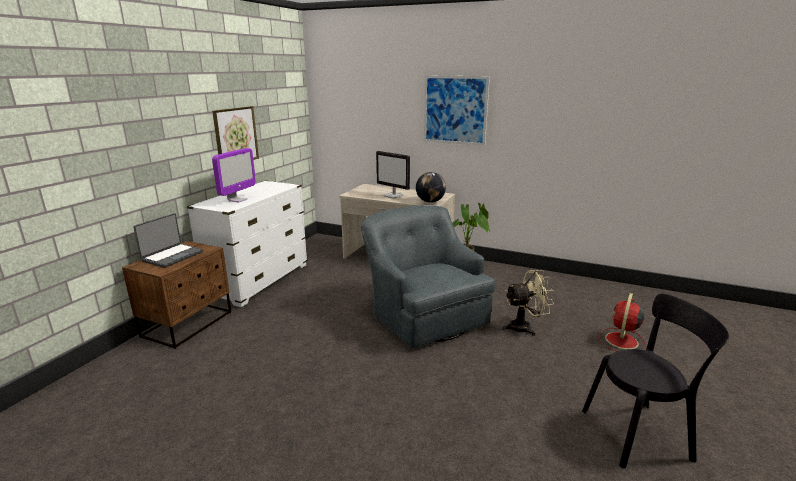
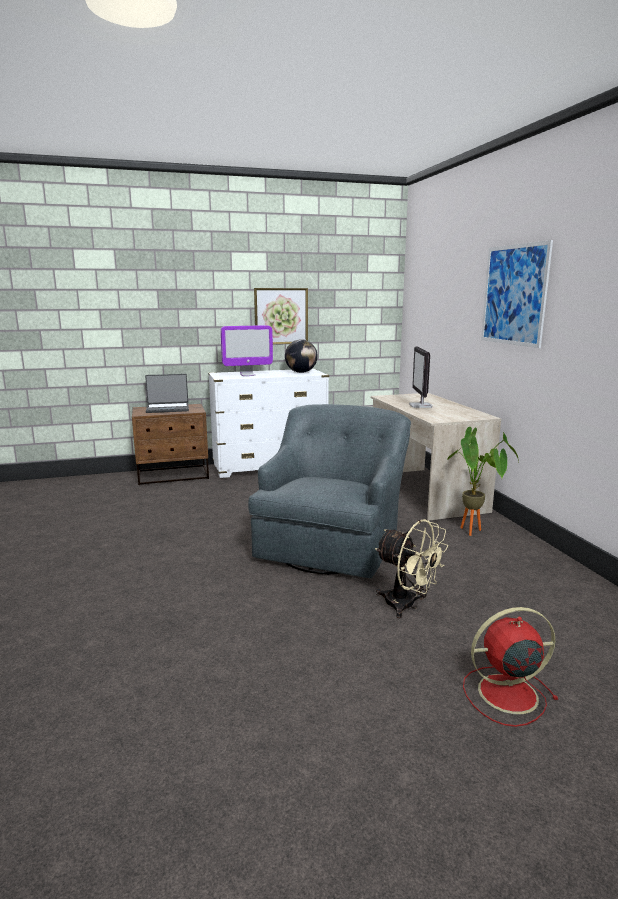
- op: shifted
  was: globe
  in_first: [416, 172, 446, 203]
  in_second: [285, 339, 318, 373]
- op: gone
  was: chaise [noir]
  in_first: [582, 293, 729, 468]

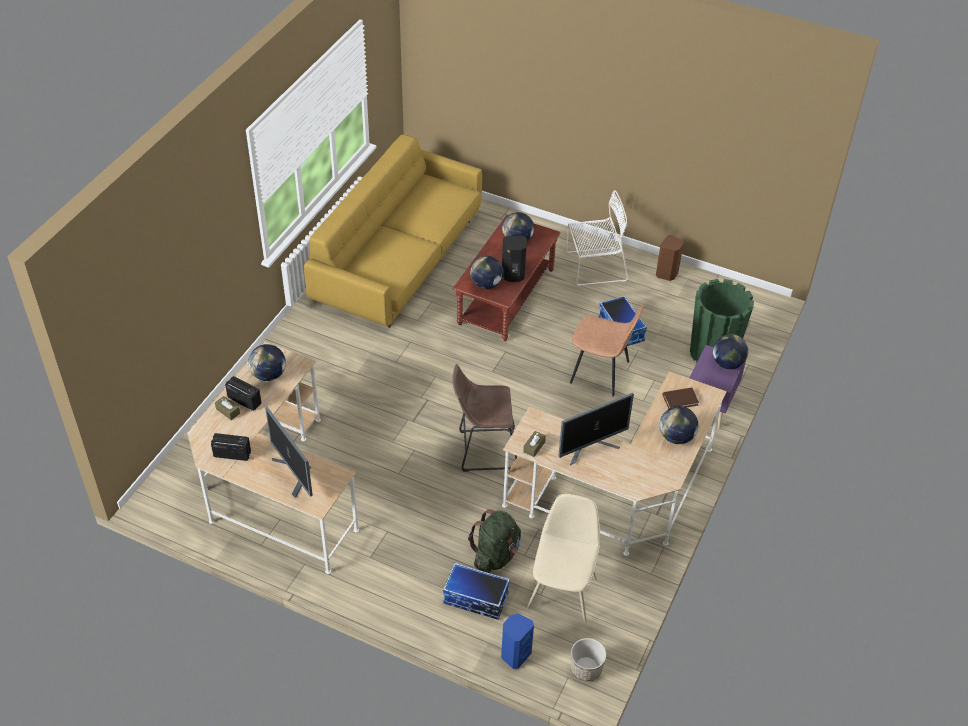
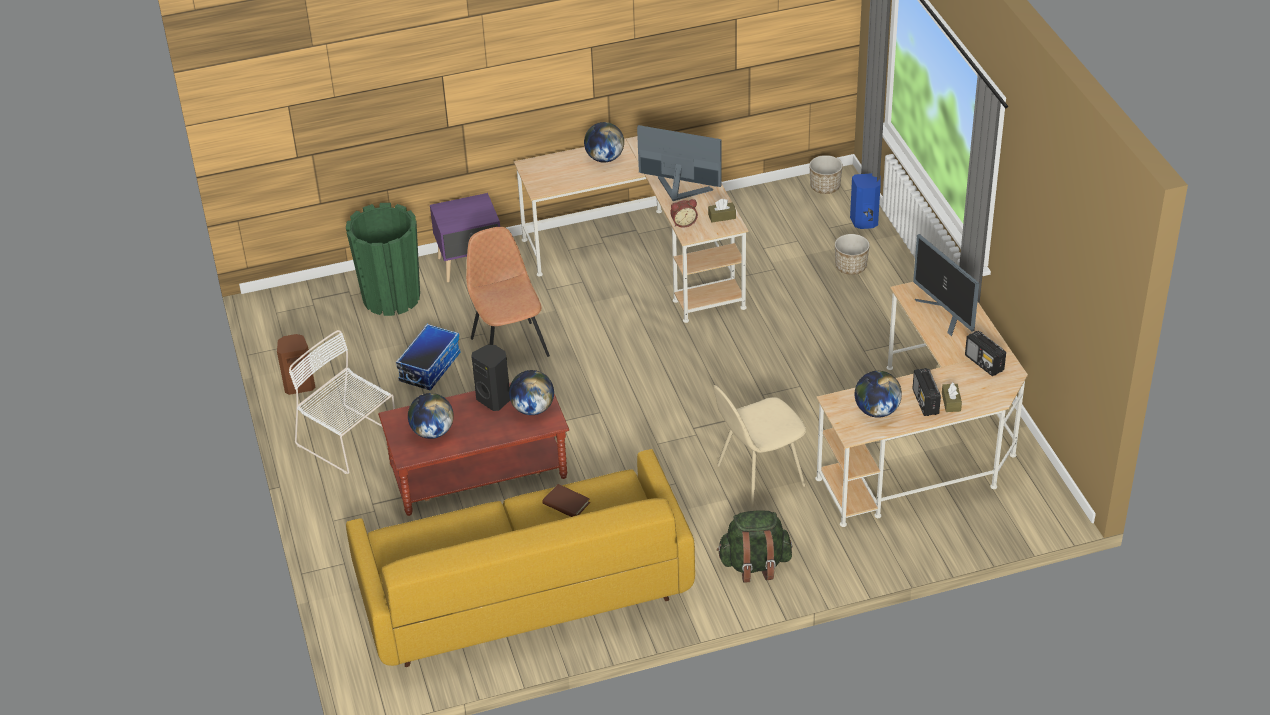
- op: shifted
  was: livre [marron]
  in_first: [663, 387, 699, 409]
  in_second: [542, 484, 590, 517]
- op: new
  now: réveil
  in_second: [670, 199, 698, 228]
- op: shifted
  was: chaise [beige]
  in_first: [527, 494, 600, 623]
  in_second: [713, 385, 806, 508]
- op: shifted
  was: sac à dos [vert]
  in_first: [468, 509, 521, 573]
  in_second: [717, 510, 792, 583]
- op: swapped
  was: boîte de rangement
  now: cache-pot
  in_first: [443, 563, 510, 620]
  in_second: [835, 234, 870, 275]
- op: rotated
  was: écran d'ordinateur
  in_first: [265, 407, 313, 498]
  in_second: [913, 234, 979, 337]
  clockwise: 135
- op: gone
  was: tabouret [marron]
  in_first: [452, 364, 517, 472]
- op: gone
  was: globe
  in_first: [713, 334, 748, 369]

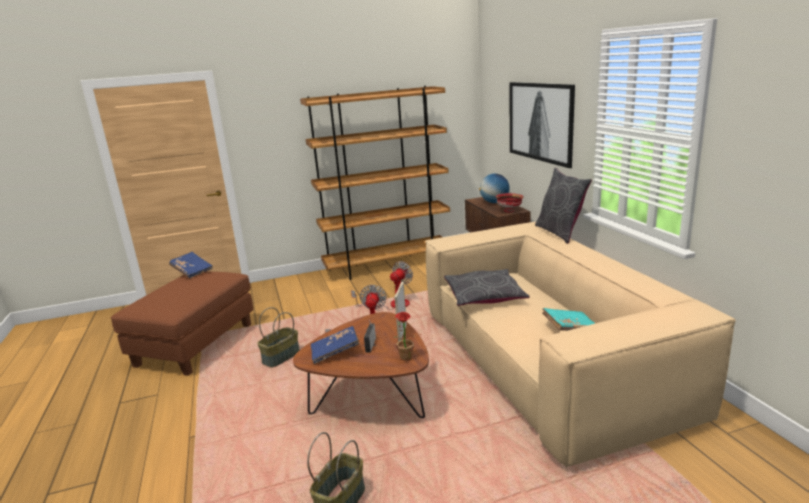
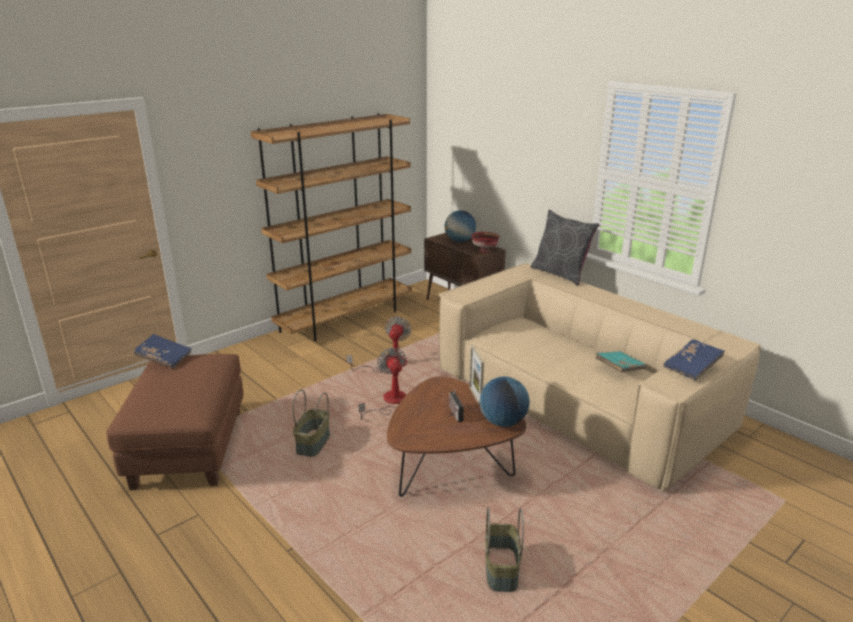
- op: swapped
  was: plante en pot
  now: globe
  in_first: [393, 312, 421, 361]
  in_second: [479, 377, 530, 427]
- op: shifted
  was: livre [bleu]
  in_first: [311, 326, 360, 364]
  in_second: [663, 340, 725, 381]
- op: gone
  was: coussin [gris]
  in_first: [444, 269, 529, 306]
- op: gone
  was: tableau
  in_first: [510, 82, 575, 168]

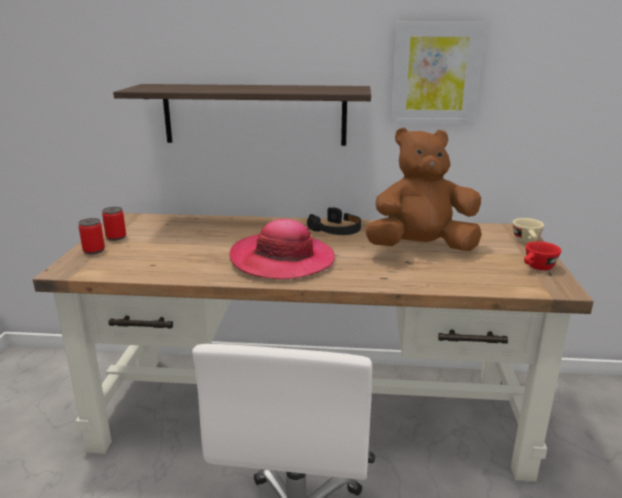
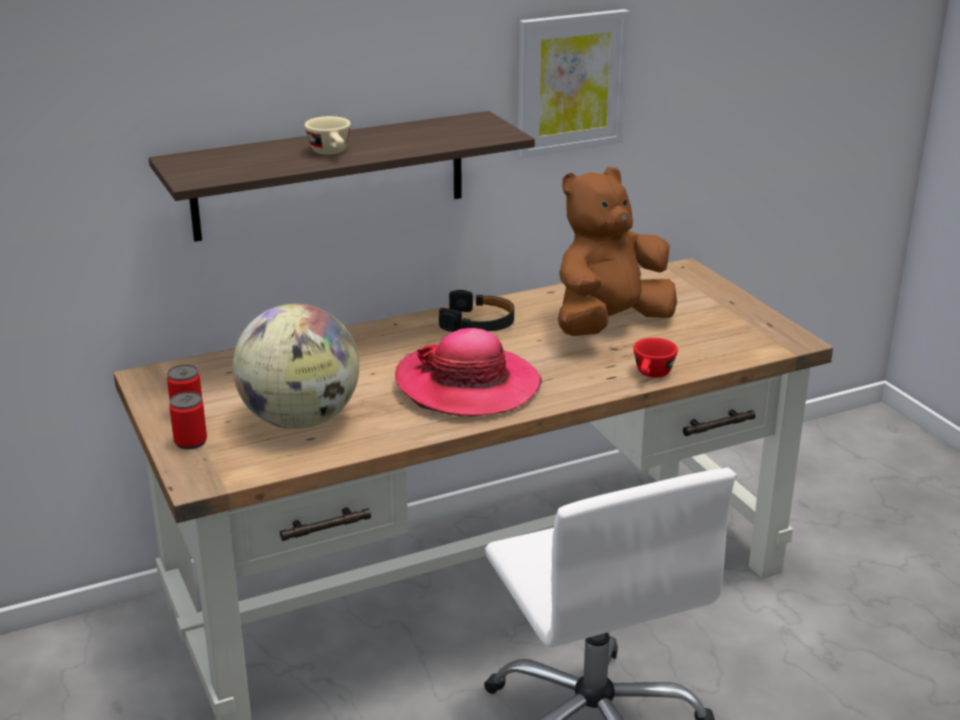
- op: new
  now: globe
  in_second: [232, 304, 359, 429]
- op: shifted
  was: tasse [beige]
  in_first: [513, 218, 544, 243]
  in_second: [305, 116, 351, 155]
- op: shifted
  was: tasse [rouge]
  in_first: [524, 241, 561, 270]
  in_second: [633, 338, 678, 378]

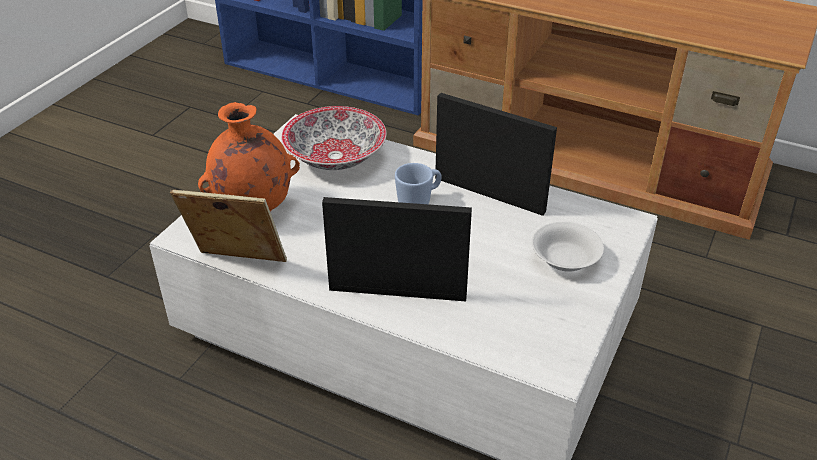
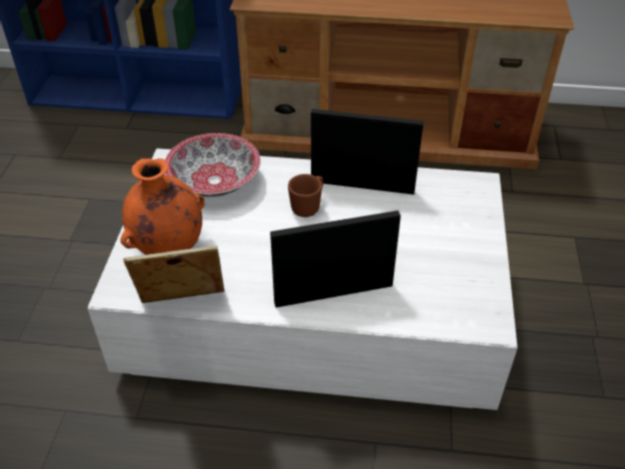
- op: repainted
  was: mug [bleu]
  now: mug [marron]
  in_first: [395, 163, 442, 204]
  in_second: [288, 174, 324, 217]
- op: gone
  was: bol [blanc]
  in_first: [532, 222, 604, 272]

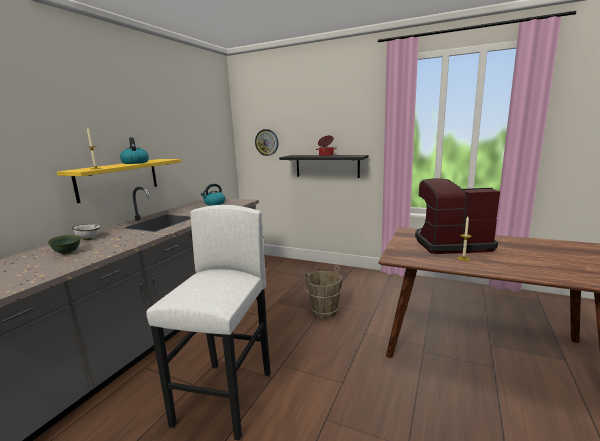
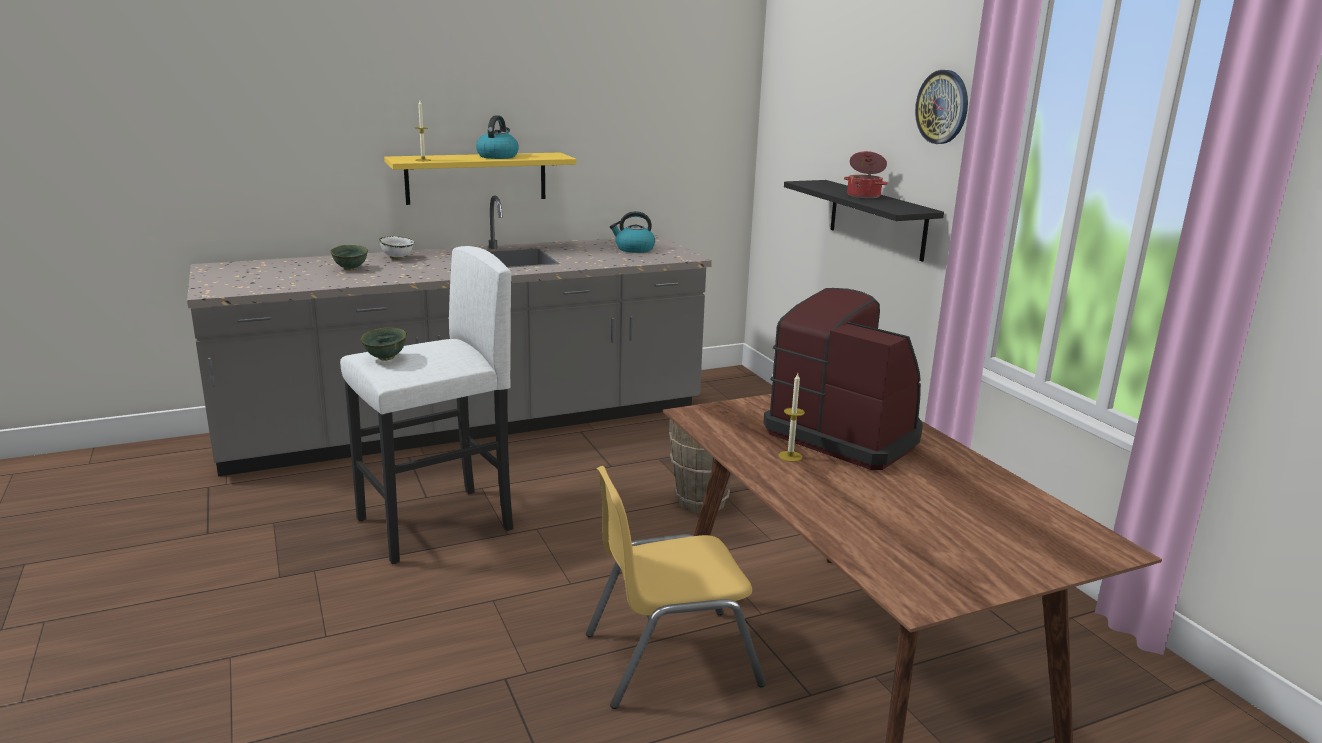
- op: new
  now: bol [vert]
  in_second: [361, 327, 407, 361]
- op: new
  now: chaise [jaune]
  in_second: [586, 466, 766, 709]
- op: shifted
  was: horloge murale
  in_first: [255, 129, 279, 156]
  in_second: [915, 70, 968, 144]

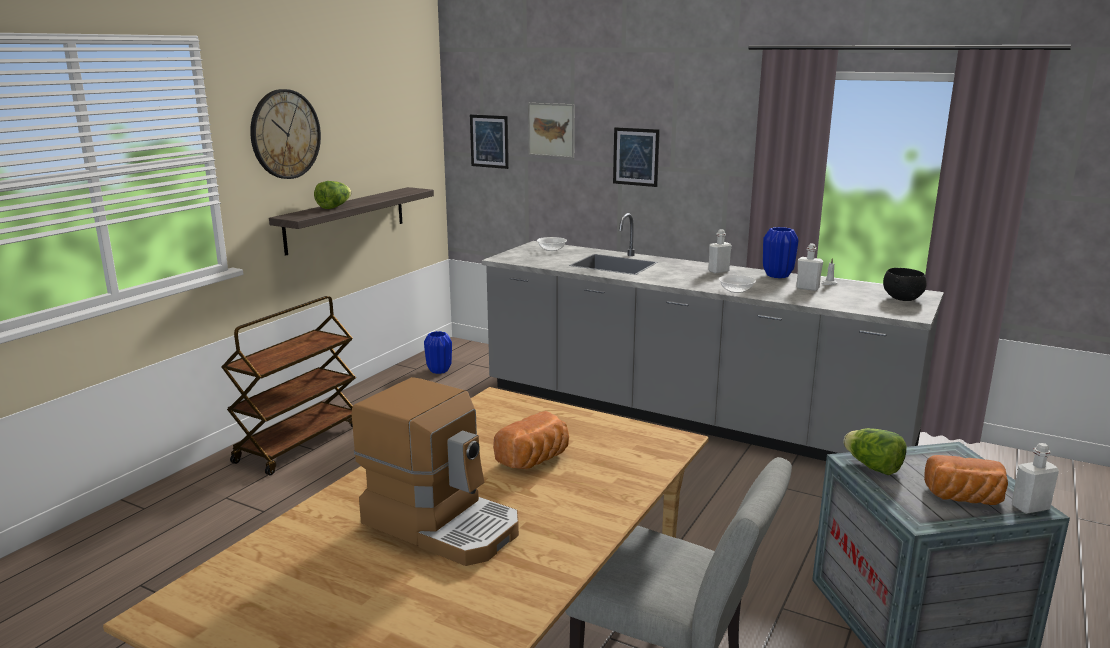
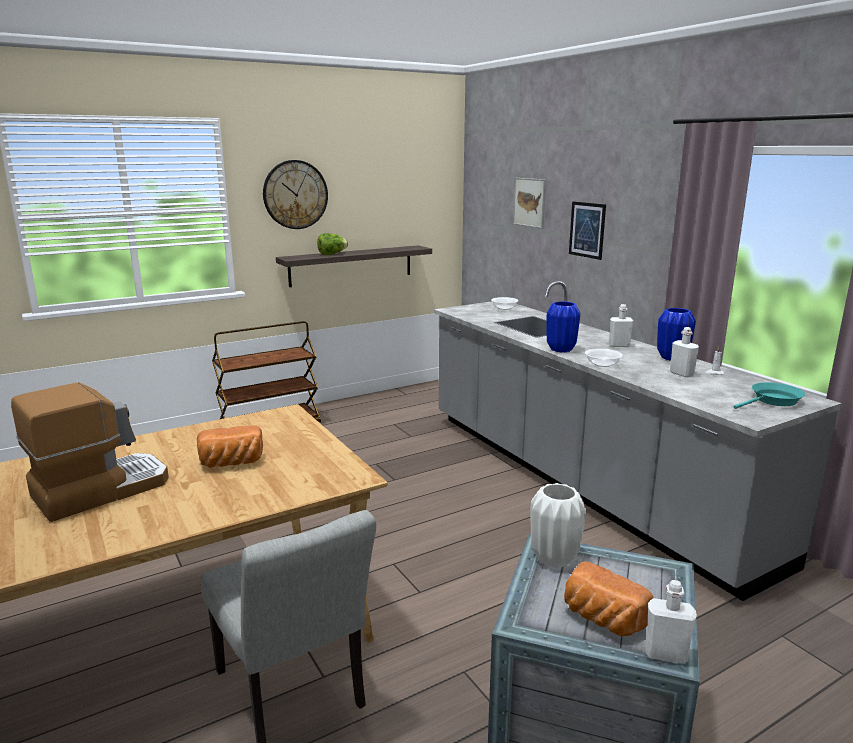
- op: rotated
  was: machine à café
  in_first: [352, 377, 519, 566]
  in_second: [11, 382, 169, 522]
  clockwise: -105
- op: swapped
  was: laitue
  now: vase [blanc]
  in_first: [843, 428, 907, 475]
  in_second: [530, 483, 586, 568]
- op: shifted
  was: vase [bleu]
  in_first: [424, 331, 452, 374]
  in_second: [546, 301, 580, 352]
- op: swapped
  was: bol [noir]
  now: poêle [turquoise]
  in_first: [883, 268, 927, 301]
  in_second: [733, 382, 805, 409]
- op: gone
  was: tableau
  in_first: [470, 114, 509, 169]

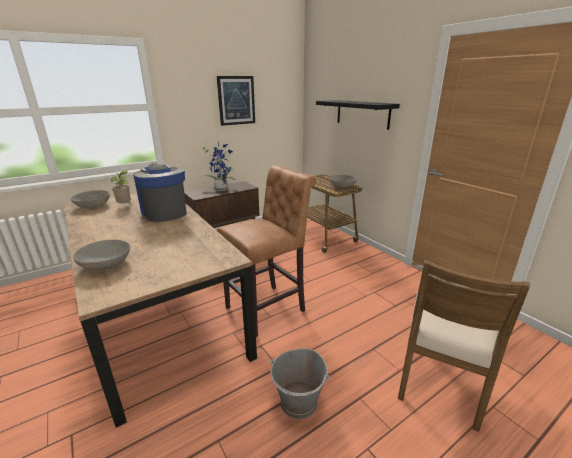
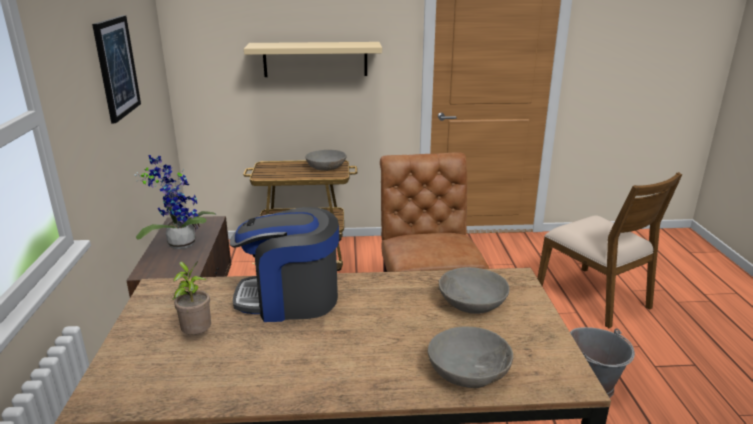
- op: repainted
  was: étagère [noir]
  now: étagère [beige]
  in_first: [316, 100, 400, 130]
  in_second: [244, 42, 382, 77]
- op: shifted
  was: bol [gris]
  in_first: [71, 190, 110, 208]
  in_second: [438, 267, 510, 314]

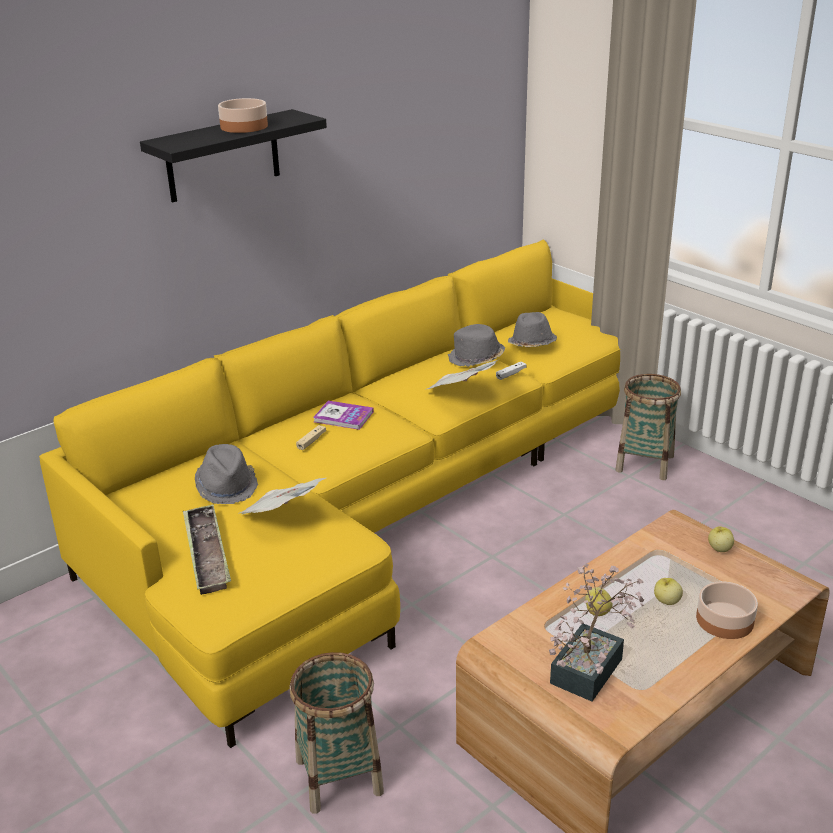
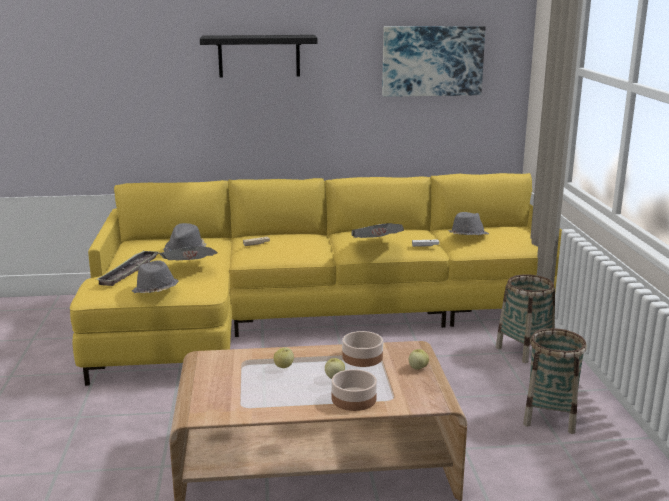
- op: shifted
  was: chapeau [gris]
  in_first: [448, 324, 505, 367]
  in_second: [132, 260, 179, 293]
- op: shifted
  was: bol
  in_first: [218, 98, 268, 133]
  in_second: [342, 331, 383, 367]
- op: new
  now: tableau
  in_second: [382, 26, 486, 97]
- op: shifted
  was: panier
  in_first: [289, 652, 384, 814]
  in_second: [523, 328, 587, 434]
- op: gone
  was: livre
  in_first: [313, 401, 374, 430]
- op: gone
  was: plante en pot
  in_first: [549, 563, 644, 701]

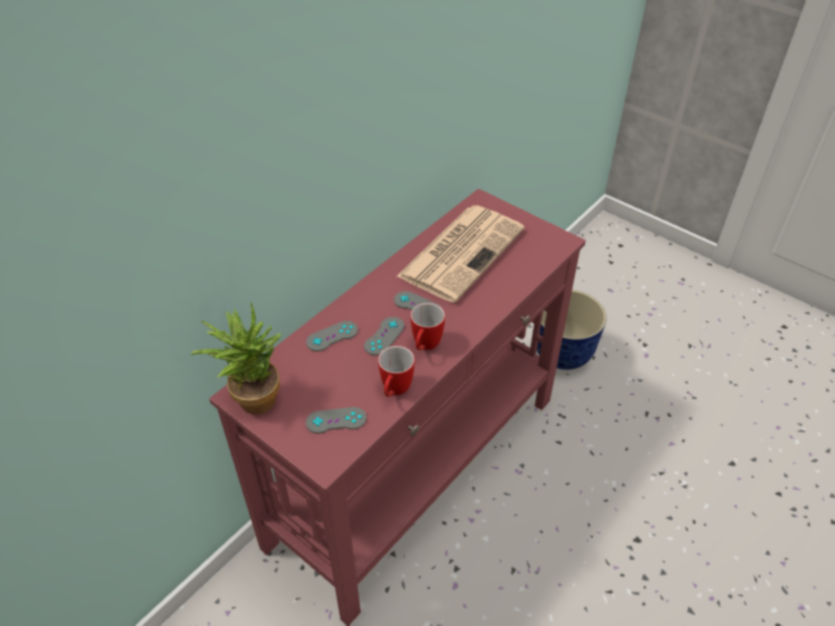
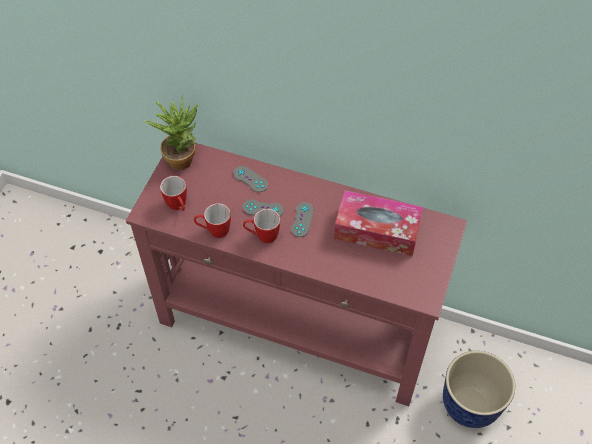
- op: swapped
  was: manette [gris]
  now: mug
  in_first: [306, 407, 367, 433]
  in_second: [160, 176, 187, 211]
- op: swapped
  was: journal
  now: boîte à mouchoirs
  in_first: [396, 206, 524, 303]
  in_second: [334, 191, 423, 256]

